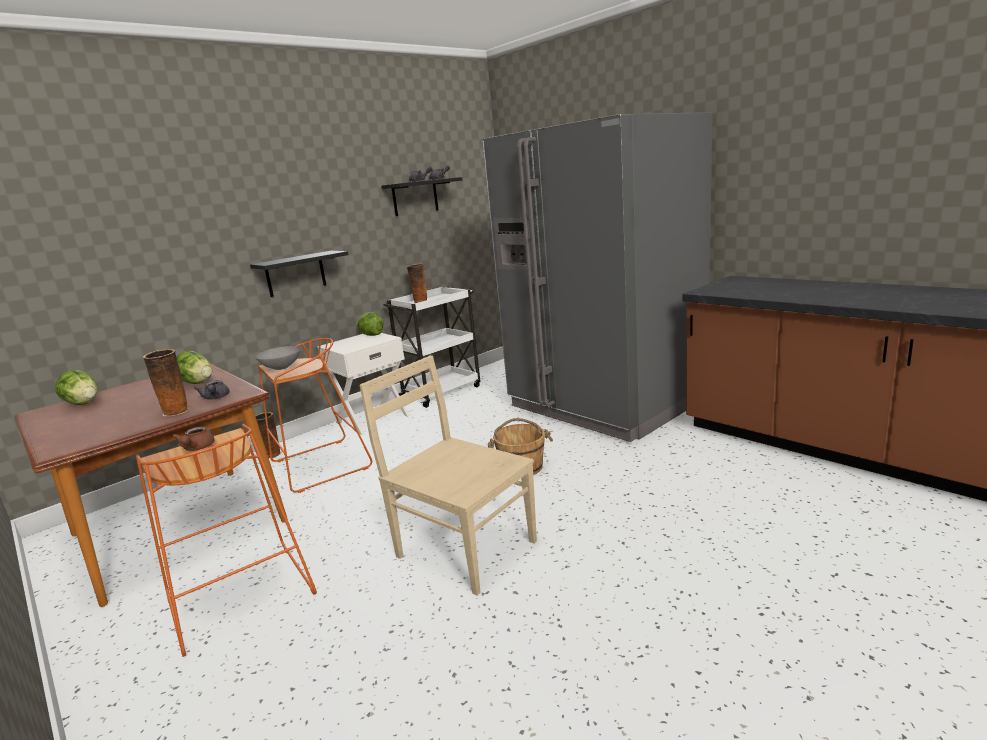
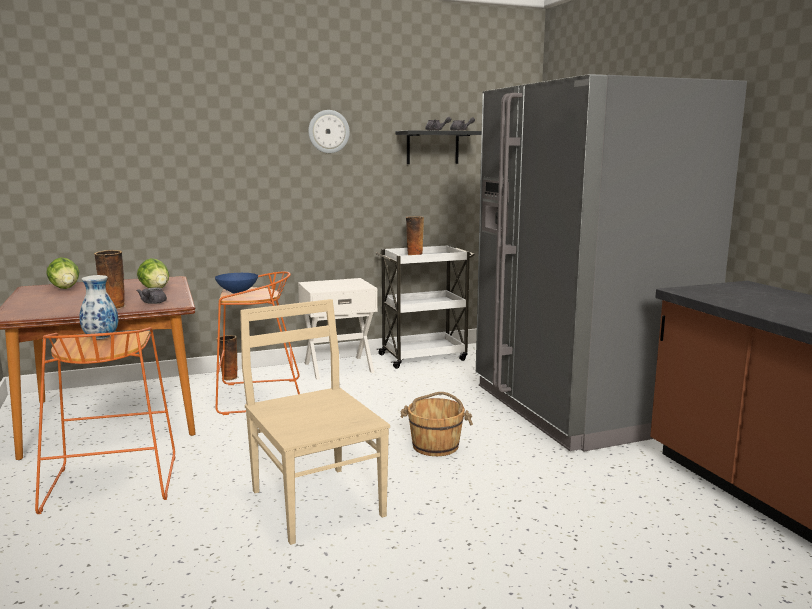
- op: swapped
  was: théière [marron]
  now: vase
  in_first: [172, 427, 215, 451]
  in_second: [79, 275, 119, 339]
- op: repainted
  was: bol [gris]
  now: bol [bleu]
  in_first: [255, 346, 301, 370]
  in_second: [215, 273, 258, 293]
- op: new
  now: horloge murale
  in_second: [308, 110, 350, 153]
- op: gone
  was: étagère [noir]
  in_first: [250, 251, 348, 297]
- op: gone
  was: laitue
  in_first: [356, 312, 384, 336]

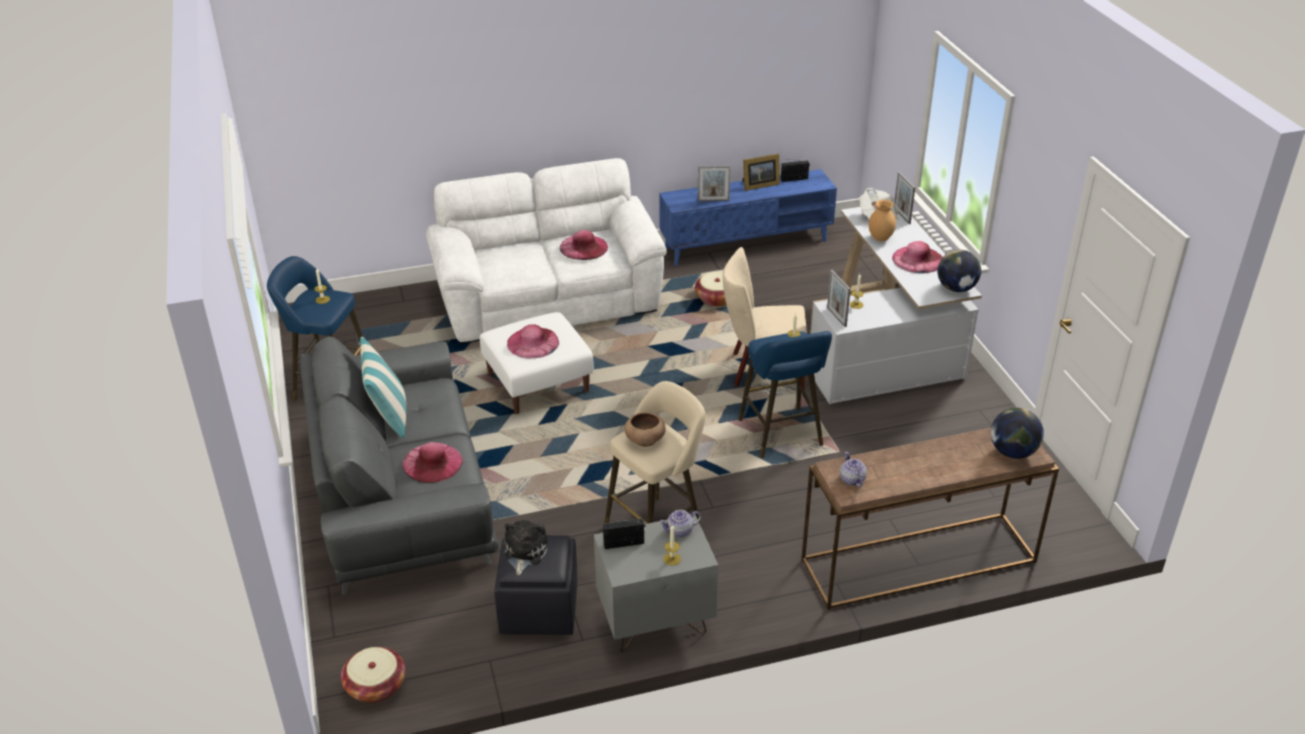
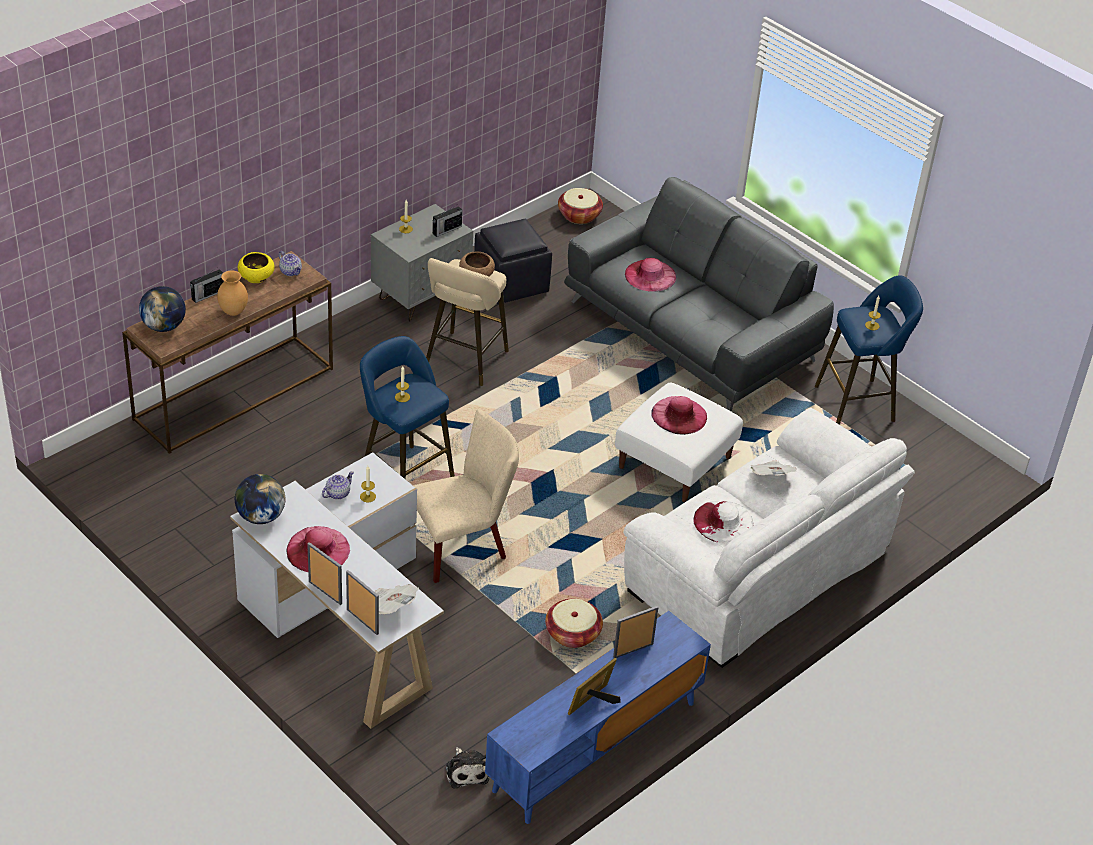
- op: shifted
  was: radio
  in_first: [781, 159, 810, 182]
  in_second: [190, 269, 224, 303]
- op: shifted
  was: vase [marron]
  in_first: [869, 200, 896, 241]
  in_second: [217, 270, 248, 316]
- op: new
  now: bol [jaune]
  in_second: [238, 252, 274, 283]
- op: shifted
  was: cadre photo
  in_first: [827, 270, 851, 327]
  in_second: [307, 542, 342, 605]
- op: shifted
  was: théière
  in_first: [659, 510, 701, 537]
  in_second: [322, 471, 354, 499]
- op: shifted
  was: peluche
  in_first: [504, 520, 548, 575]
  in_second: [446, 747, 490, 789]
- op: repainted
  was: chapeau [rose]
  now: chapeau [blanc]
  in_first: [560, 230, 608, 260]
  in_second: [693, 501, 753, 543]
- op: new
  now: journal
  in_second: [750, 461, 797, 476]
- op: gone
  was: coussin
  in_first: [360, 337, 406, 438]

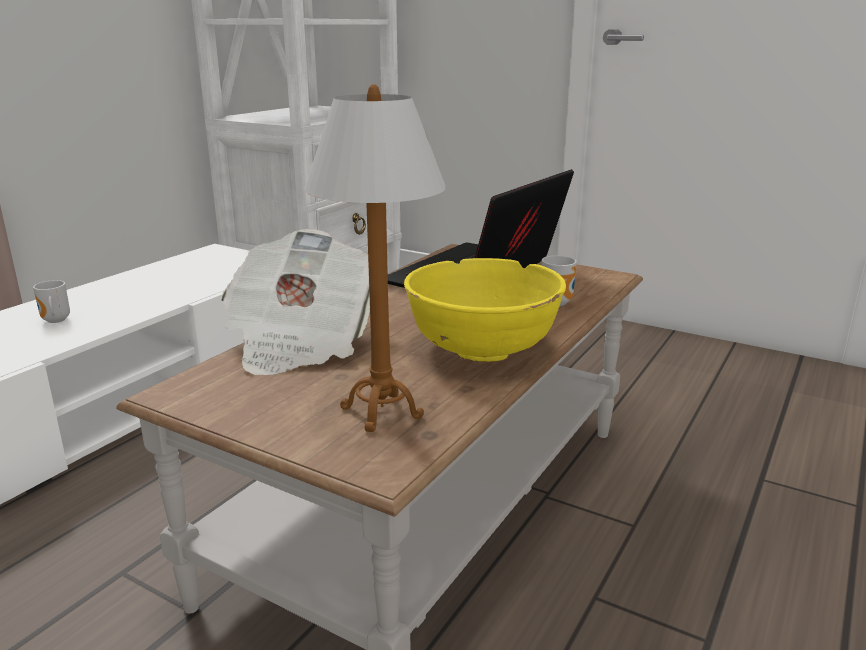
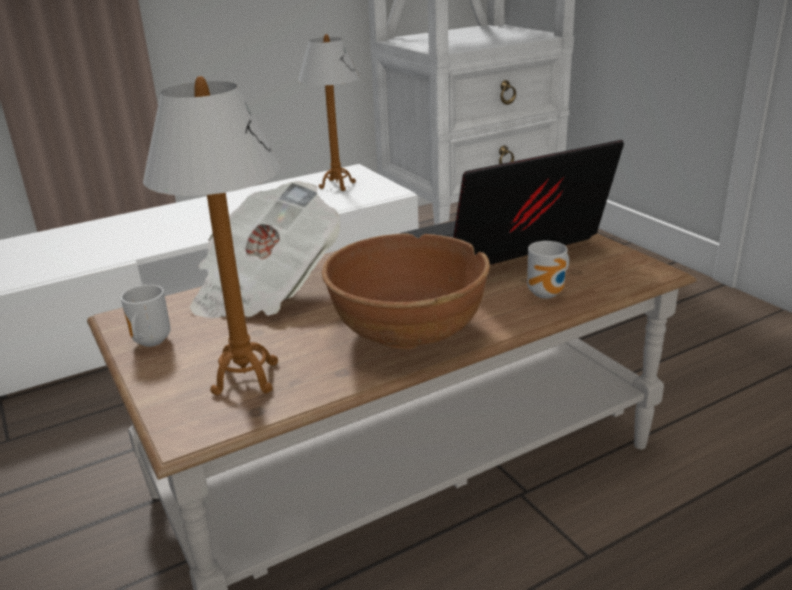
- op: shifted
  was: mug
  in_first: [33, 280, 70, 323]
  in_second: [121, 285, 171, 347]
- op: new
  now: lampe de table
  in_second: [298, 34, 359, 191]
- op: repainted
  was: bol [jaune]
  now: bol [marron]
  in_first: [404, 258, 566, 362]
  in_second: [322, 233, 490, 350]

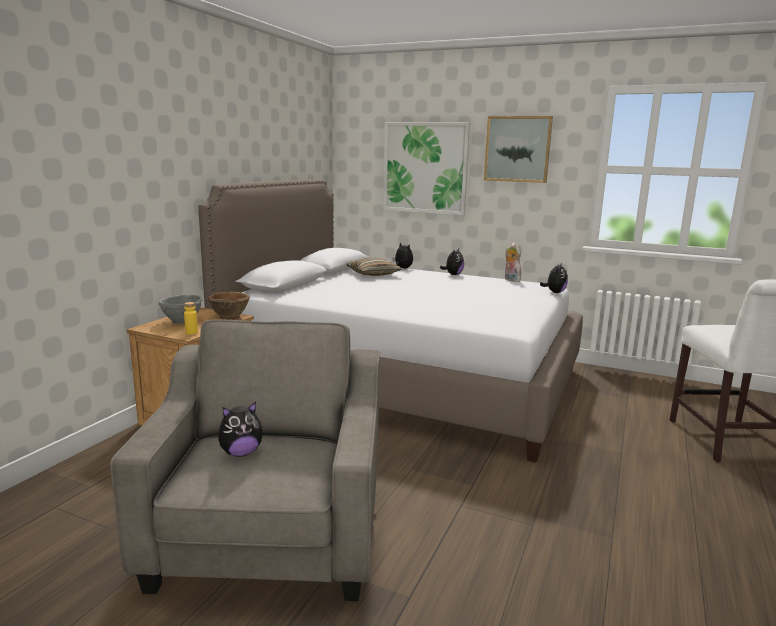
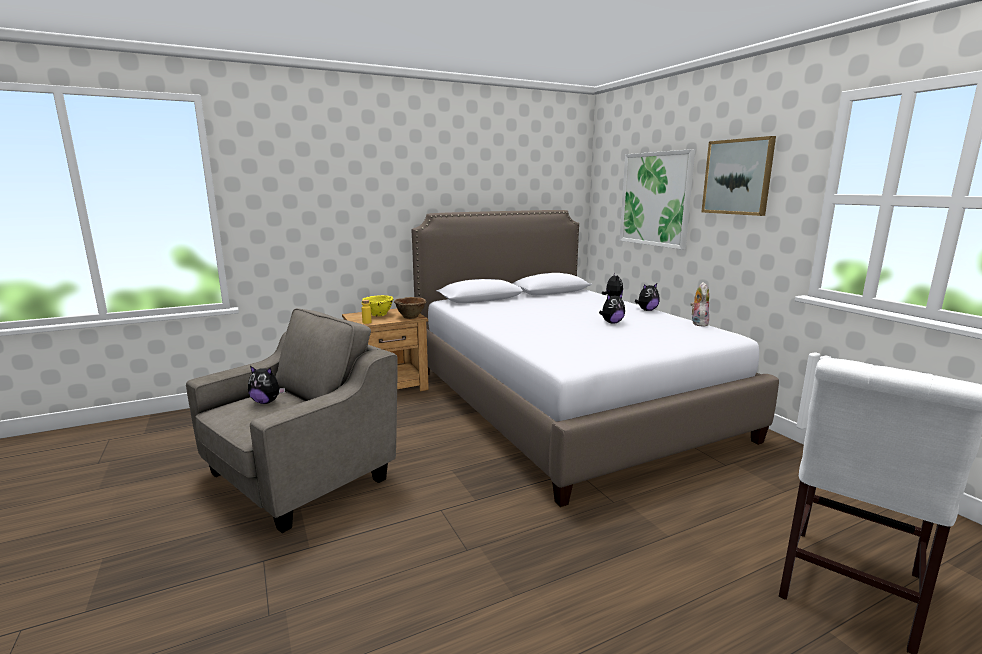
- op: repainted
  was: bol [gris]
  now: bol [jaune]
  in_first: [158, 295, 203, 324]
  in_second: [362, 295, 394, 316]
- op: shifted
  was: peluche
  in_first: [540, 263, 568, 293]
  in_second: [599, 293, 625, 323]
- op: gone
  was: coussin
  in_first: [346, 257, 402, 276]

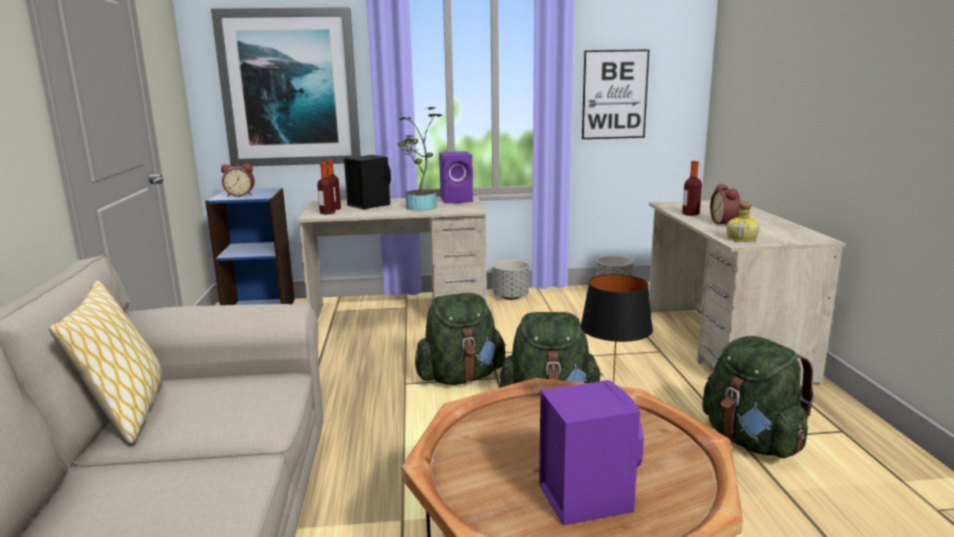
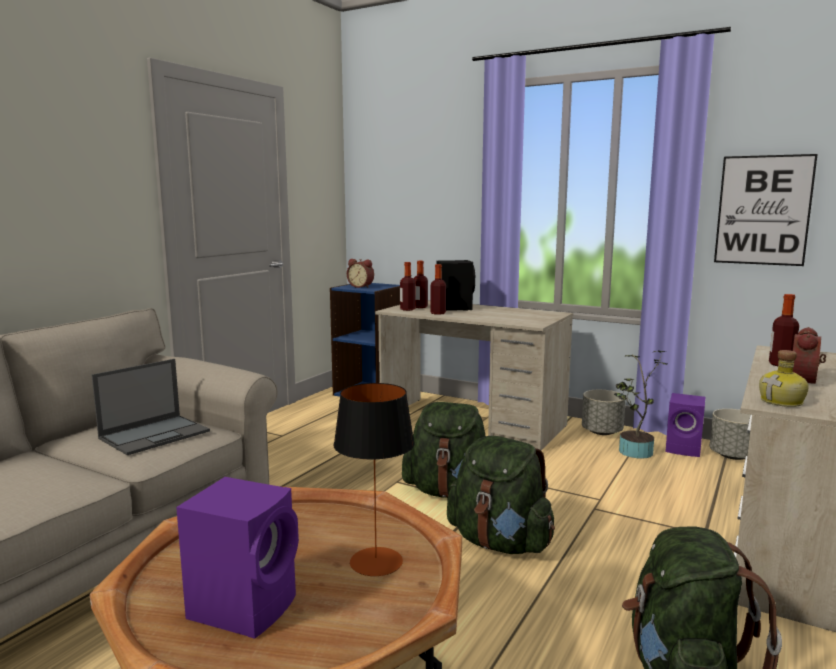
- op: new
  now: ordinateur portable
  in_second: [92, 359, 210, 455]
- op: new
  now: bouteille
  in_second: [430, 264, 446, 315]
- op: shifted
  was: plante en pot
  in_first: [397, 107, 442, 211]
  in_second: [614, 351, 667, 459]
- op: shifted
  was: enceinte [violet]
  in_first: [439, 151, 473, 204]
  in_second: [665, 393, 705, 457]
- op: gone
  was: coussin
  in_first: [49, 281, 163, 444]
- op: gone
  was: tableau
  in_first: [211, 7, 361, 167]

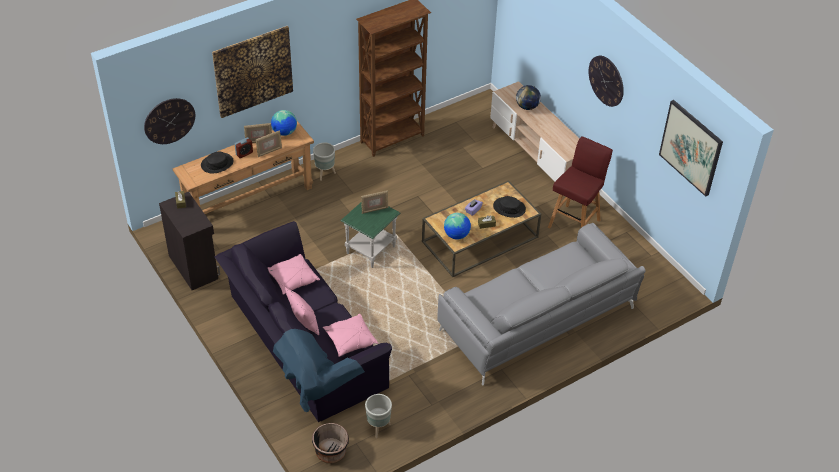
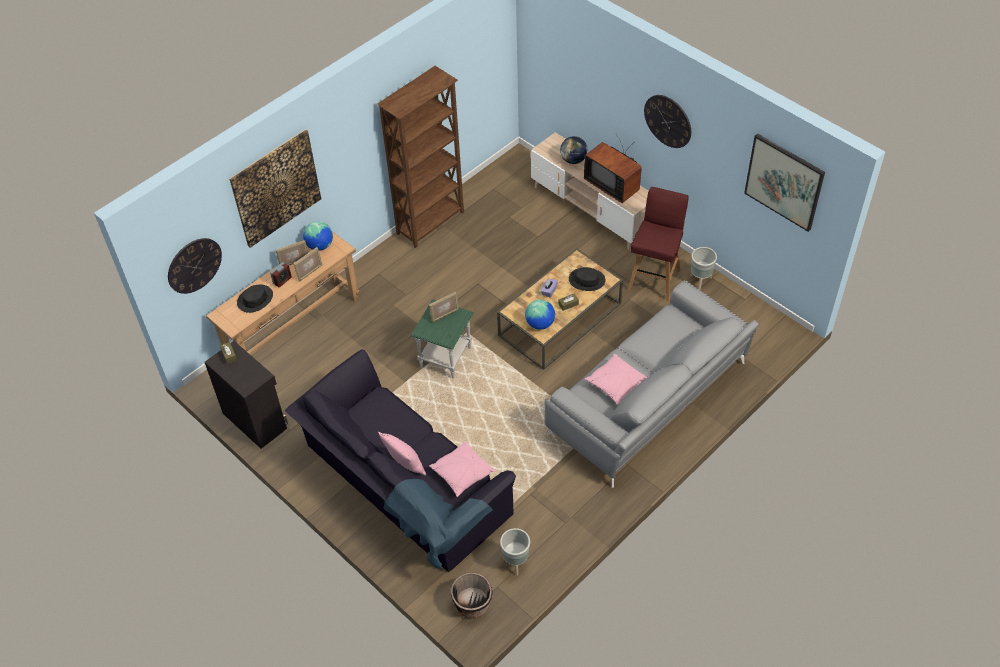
- op: new
  now: téléviseur
  in_second: [584, 134, 642, 203]
- op: shifted
  was: coussin [rose]
  in_first: [268, 254, 320, 295]
  in_second: [585, 354, 647, 405]
- op: shifted
  was: cache-pot [gris]
  in_first: [313, 143, 336, 181]
  in_second: [690, 247, 717, 290]

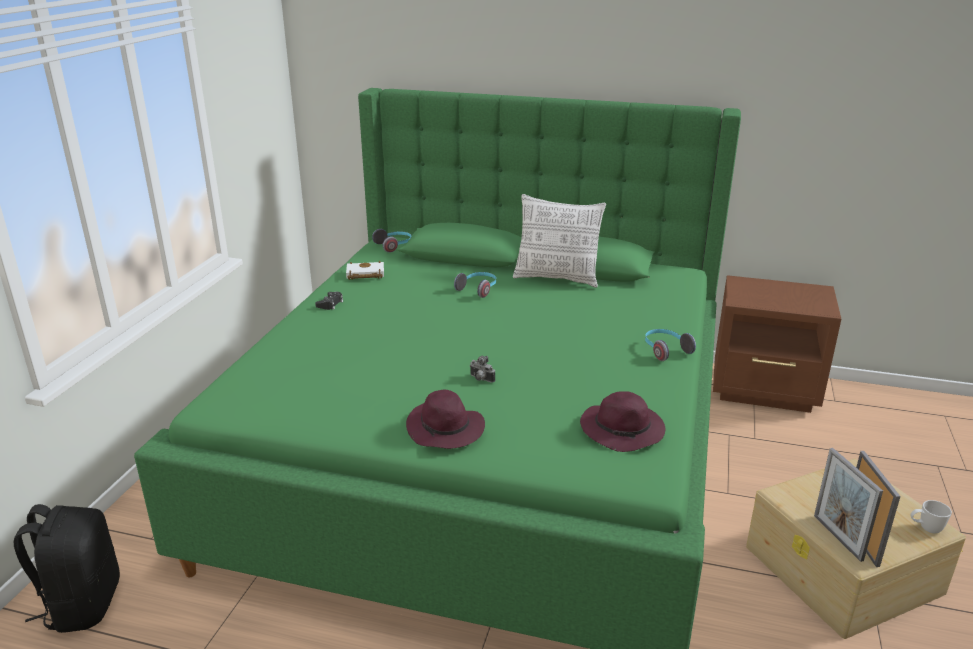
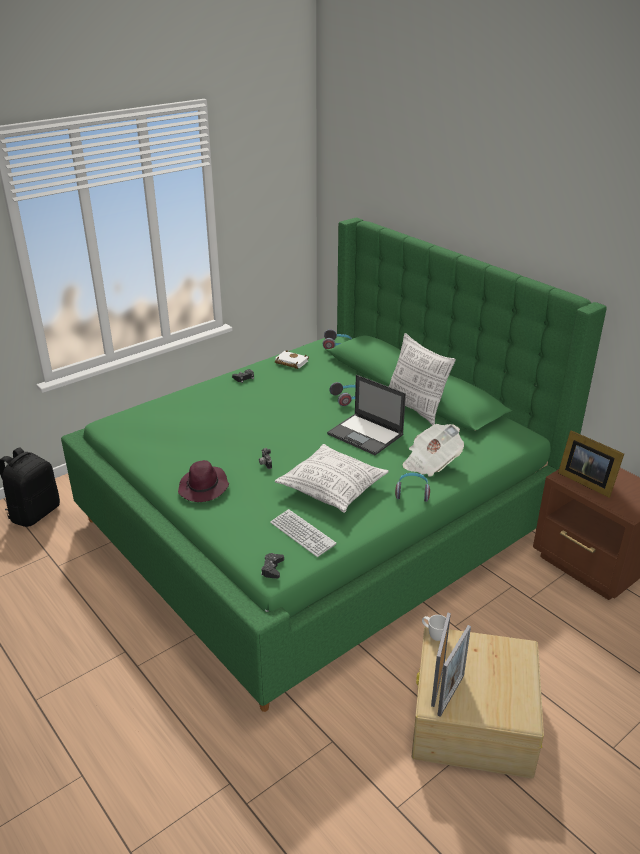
- op: new
  now: manette [noir]
  in_second: [261, 553, 284, 579]
- op: swapped
  was: chapeau [violet]
  now: clavier
  in_first: [580, 391, 665, 452]
  in_second: [270, 509, 337, 557]
- op: new
  now: coussin
  in_second: [275, 444, 389, 513]
- op: new
  now: ordinateur portable
  in_second: [327, 375, 406, 455]
- op: new
  now: journal
  in_second: [403, 424, 464, 477]
- op: shifted
  was: mug [blanc]
  in_first: [910, 500, 952, 533]
  in_second: [422, 615, 446, 641]
- op: new
  now: cadre photo
  in_second: [558, 430, 624, 498]

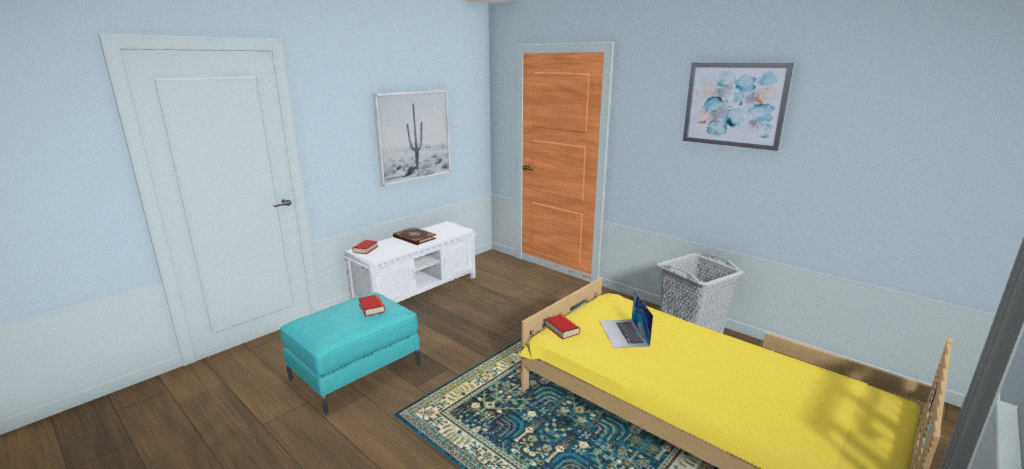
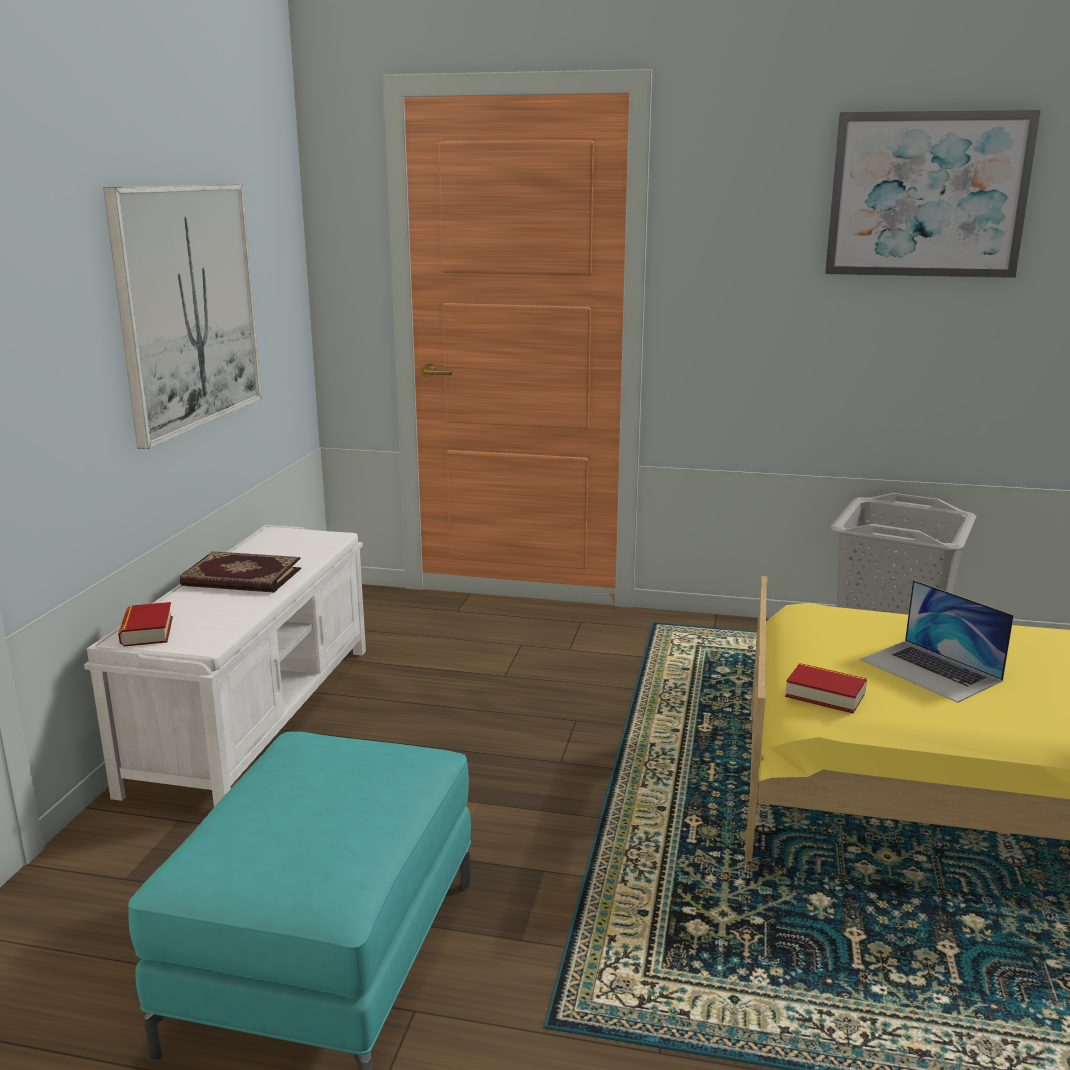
- op: gone
  was: livre
  in_first: [358, 295, 385, 317]

